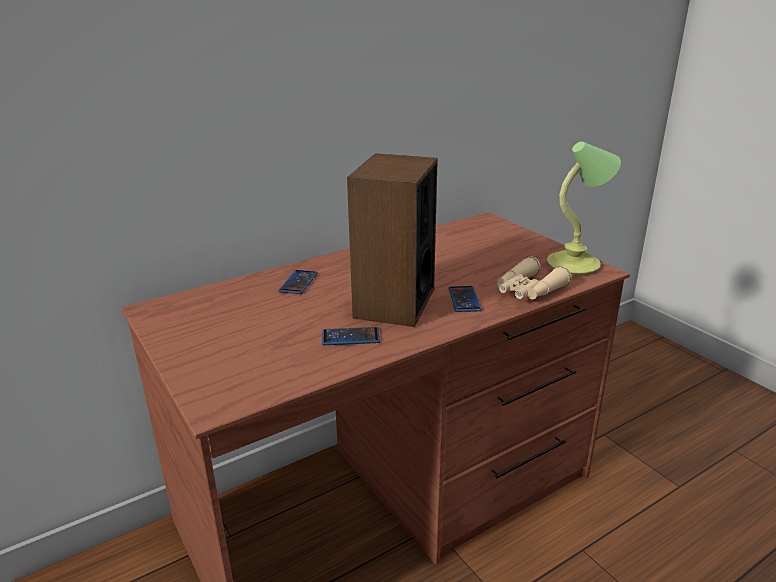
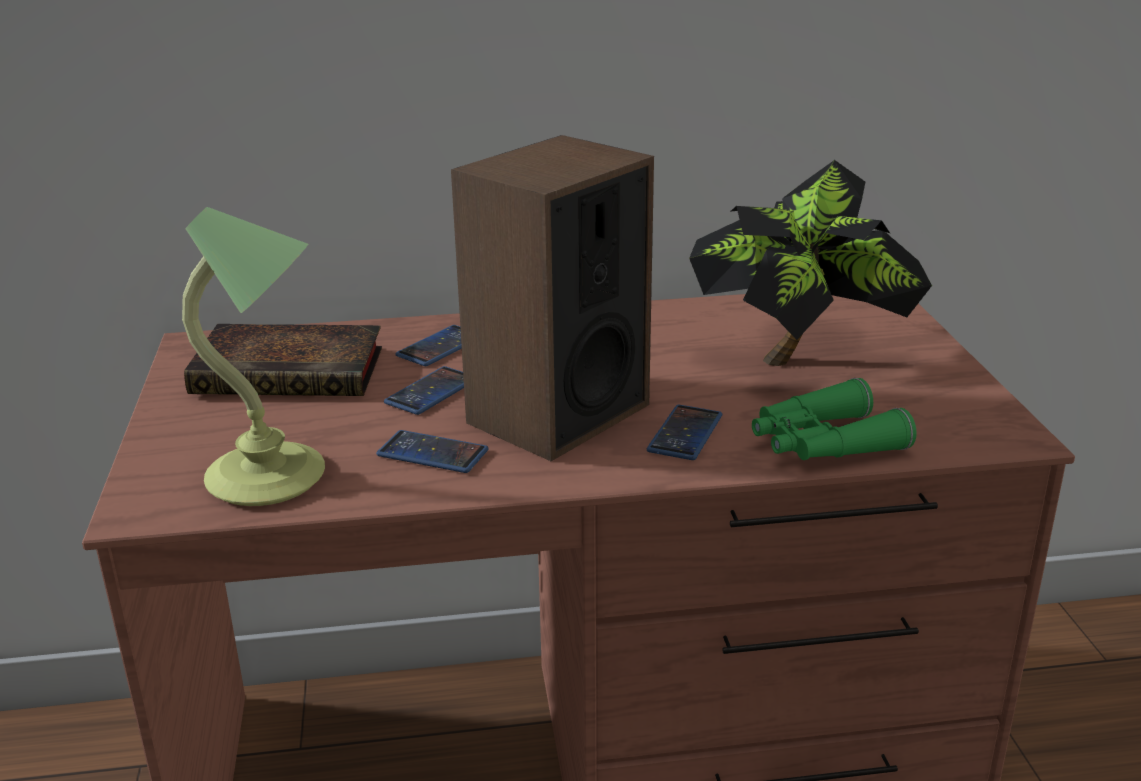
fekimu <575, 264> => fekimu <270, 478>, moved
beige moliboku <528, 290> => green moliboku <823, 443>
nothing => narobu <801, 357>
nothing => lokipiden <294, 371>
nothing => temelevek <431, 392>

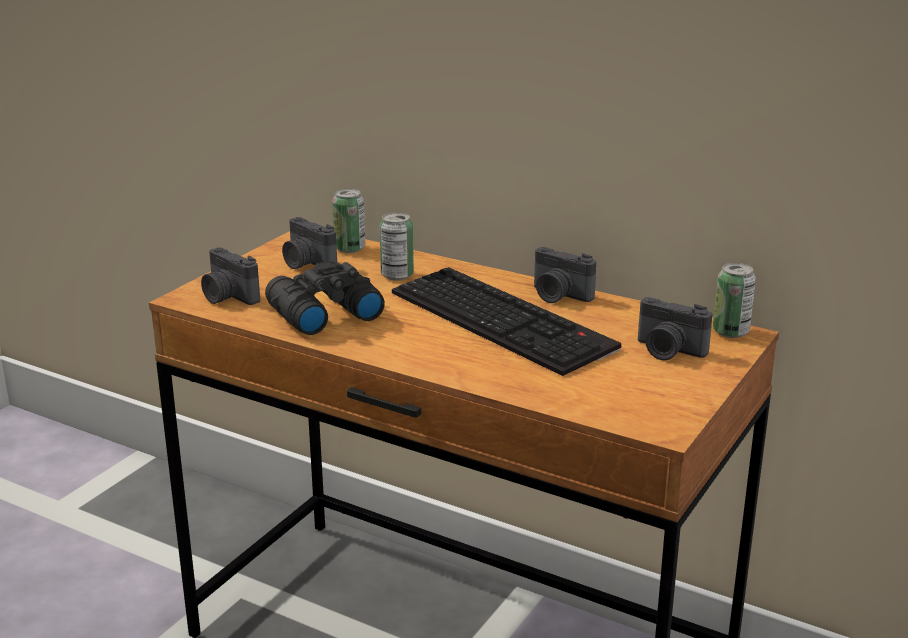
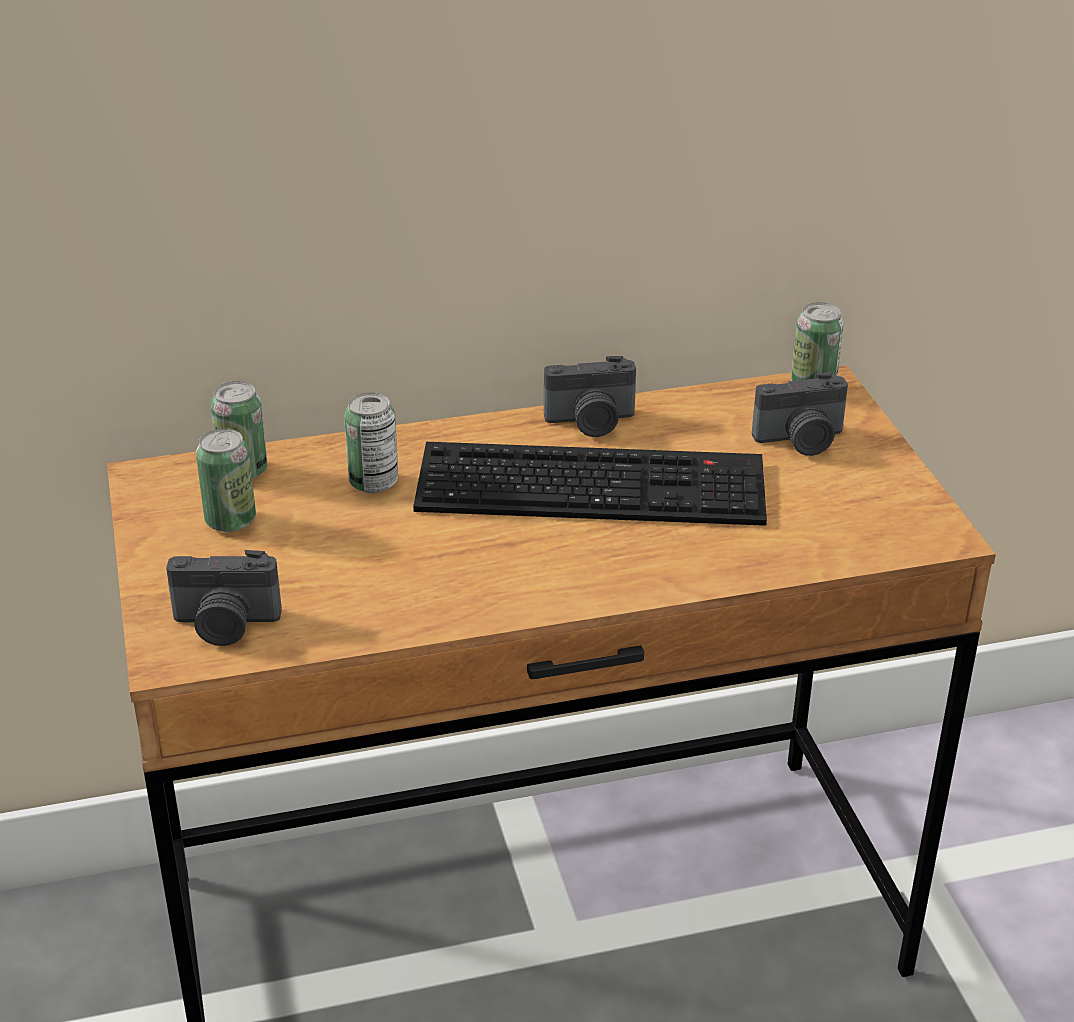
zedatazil <306, 263> => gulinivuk <230, 521>
black moliboku <321, 313> => nothing

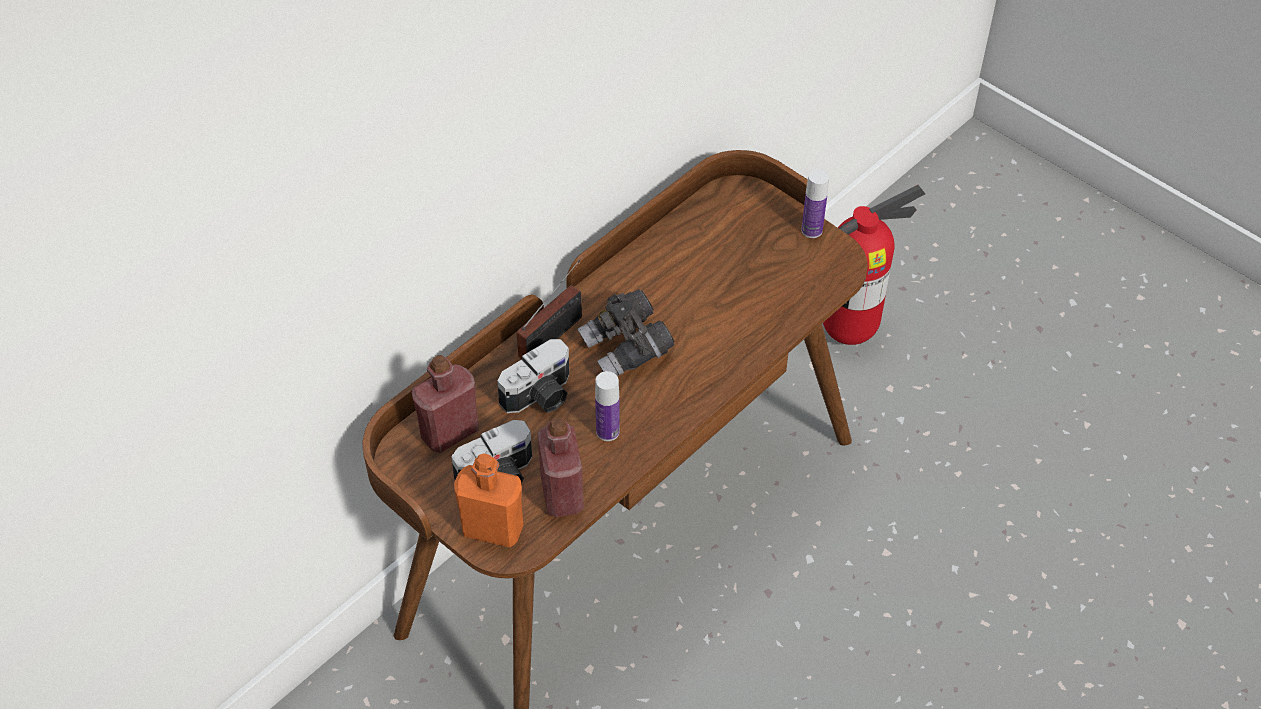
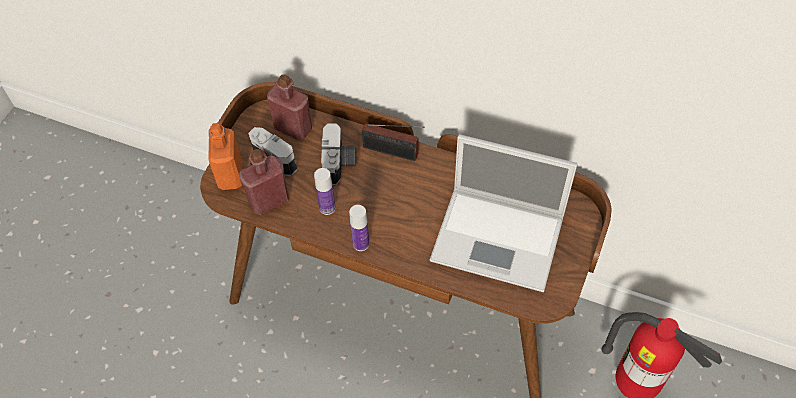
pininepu <811, 230> => pininepu <361, 244>, moved
grey moliboku <626, 349> => nothing
zedatazil <541, 397> => zedatazil <340, 163>, 120 degrees counterclockwise
nothing => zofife <500, 238>

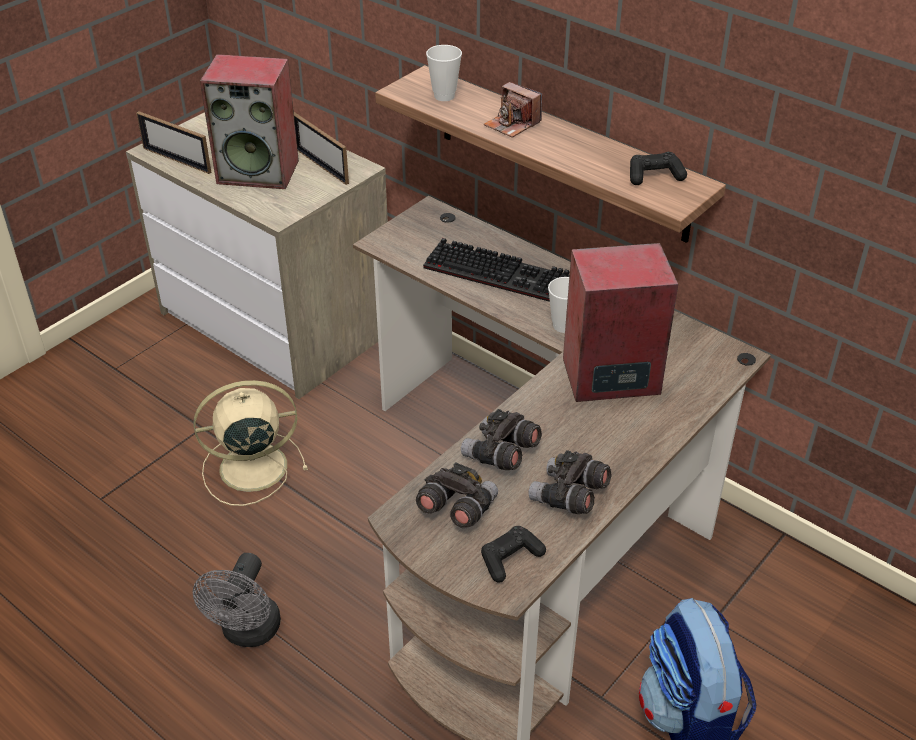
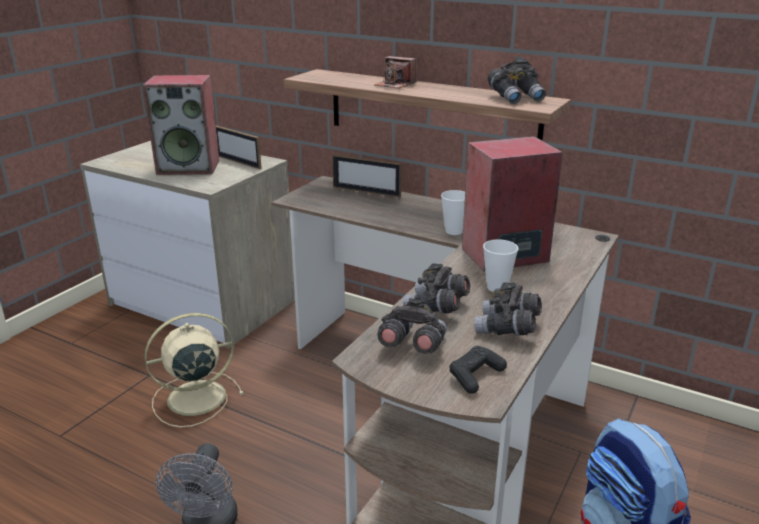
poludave <444, 96> => poludave <497, 288>, moved
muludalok <177, 160> => muludalok <366, 191>, moved
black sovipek <654, 176> => grey moliboku <516, 98>
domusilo <500, 273> => nothing

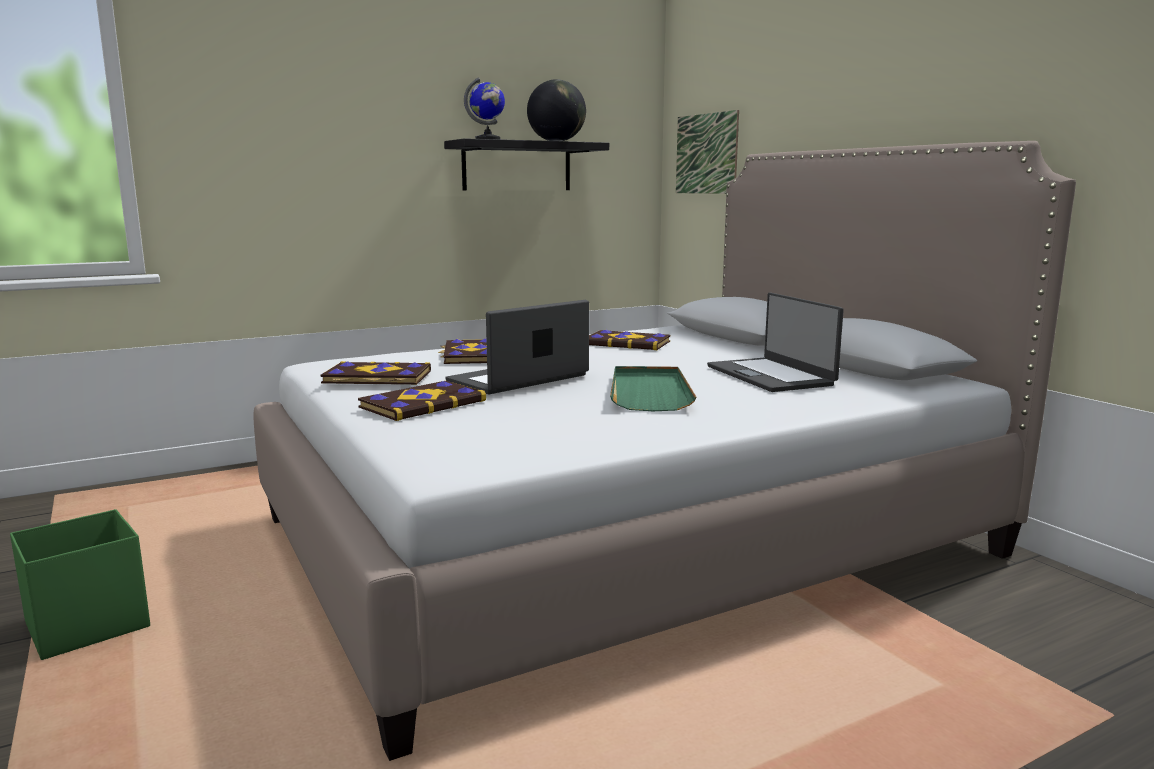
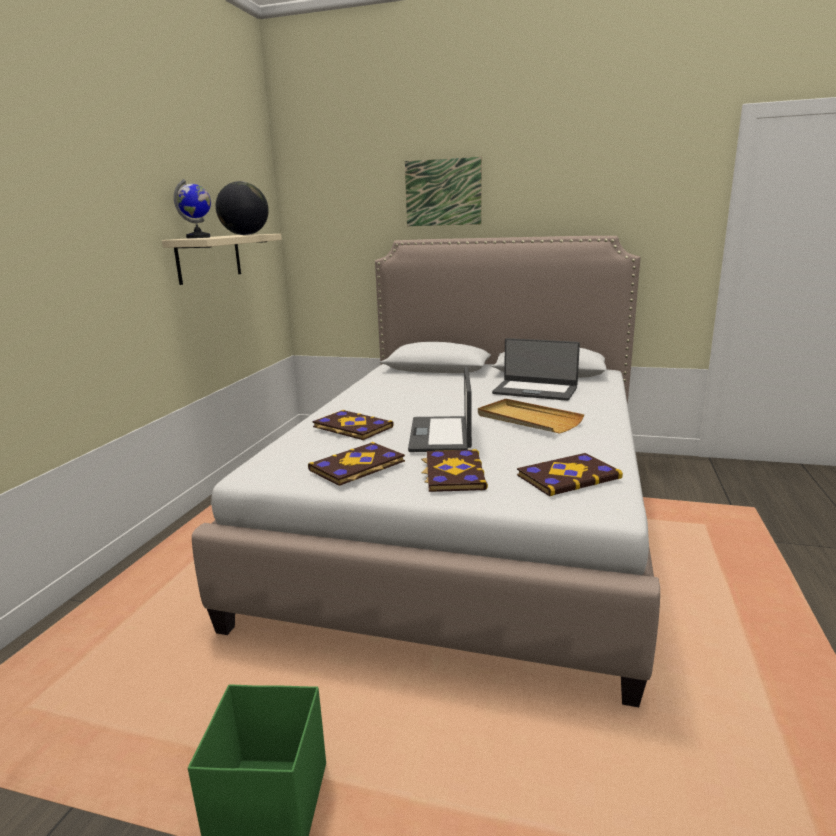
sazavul <706, 154> => sazavul <443, 192>, moved
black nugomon <517, 166> => beige nugomon <209, 258>
lokipiden <627, 343> => lokipiden <567, 476>, moved
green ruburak <649, 392> => beige ruburak <527, 419>

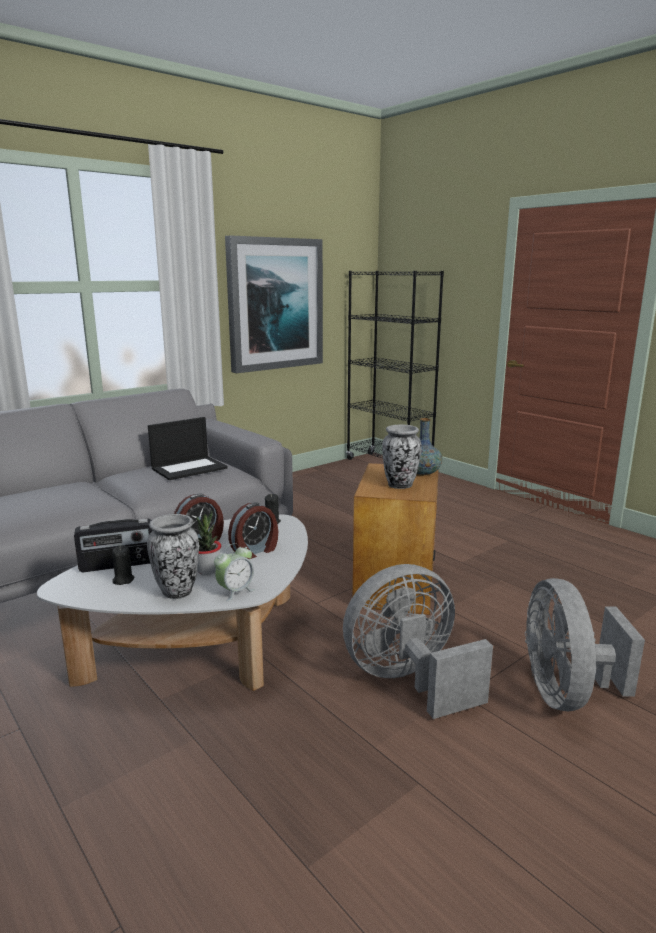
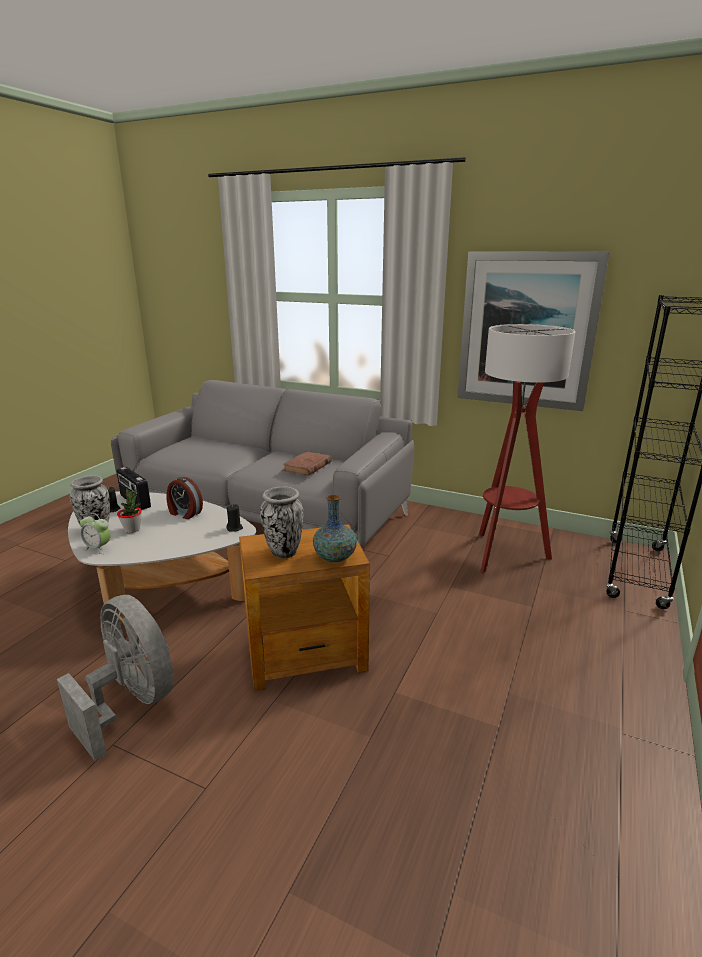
zofife <189, 468> => brown lokipiden <307, 466>
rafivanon <255, 551> => nothing
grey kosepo <565, 693> => nothing
nothing => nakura <503, 554>

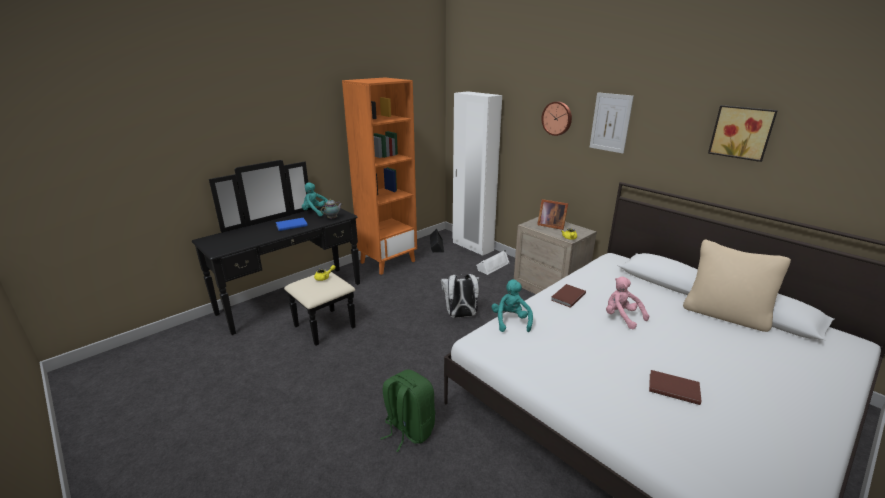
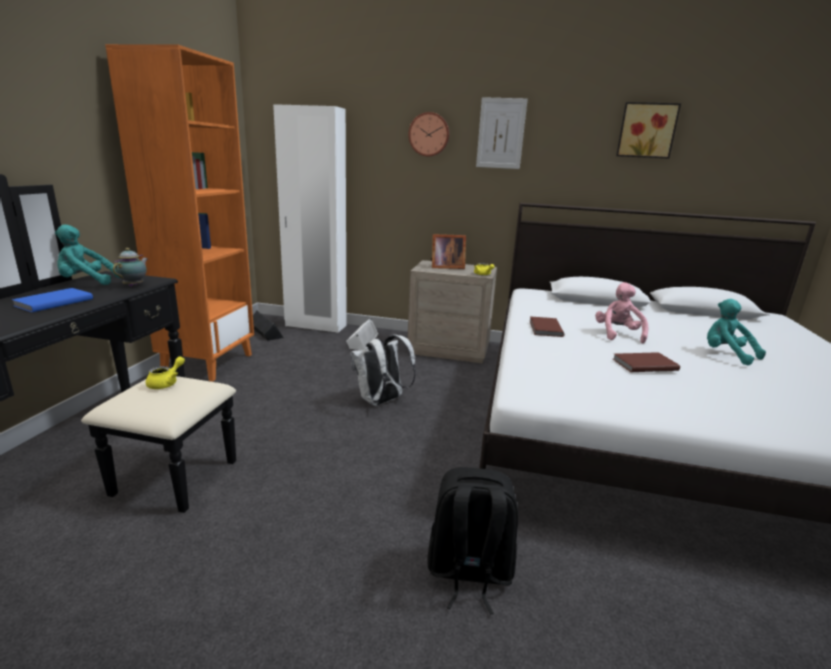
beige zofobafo <724, 315> => nothing
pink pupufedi <621, 317> => pink pupufedi <617, 334>, 75 degrees clockwise
turquoise pupufedi <511, 321> => turquoise pupufedi <726, 355>, moved
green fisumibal <408, 429> => black fisumibal <468, 573>
brown lokipiden <673, 388> => brown lokipiden <643, 364>, moved

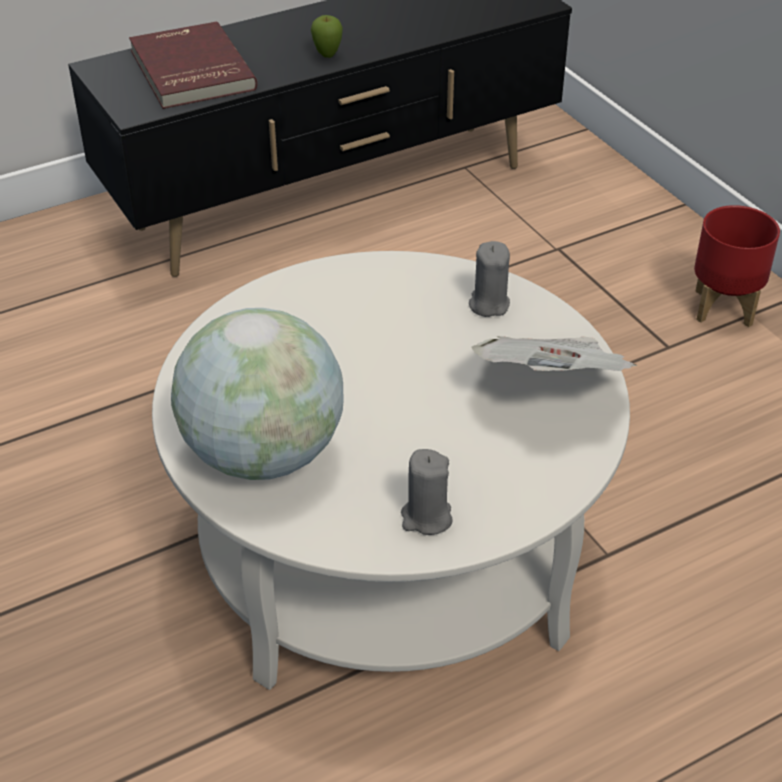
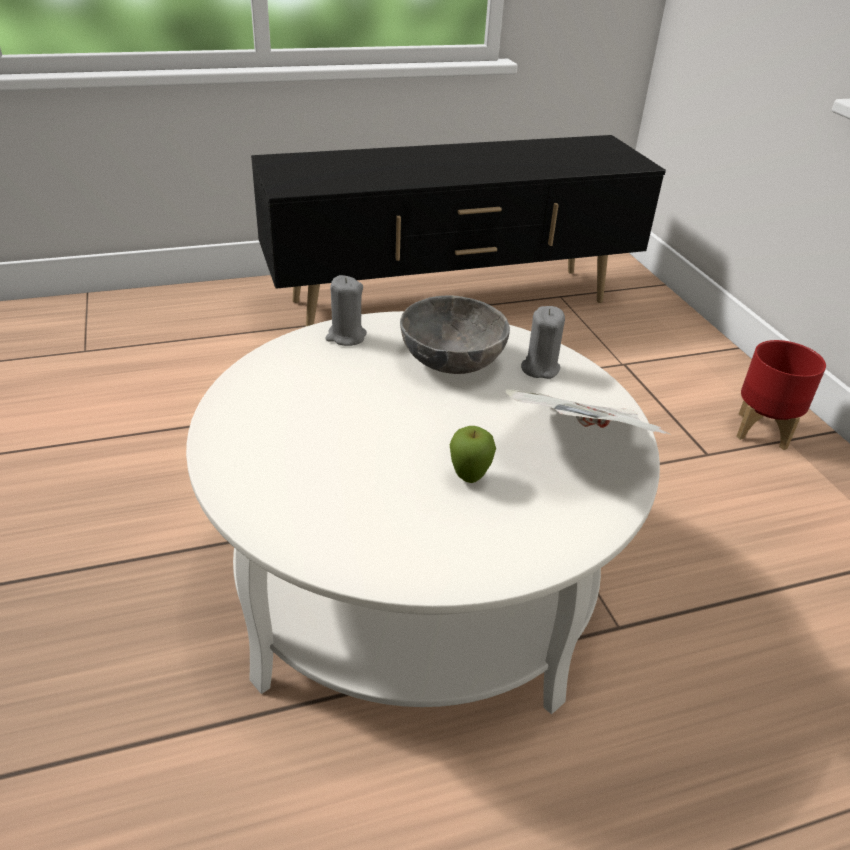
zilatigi <327, 56> => zilatigi <469, 478>, moved
red lokipiden <189, 70> => nothing
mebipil <264, 455> => nothing
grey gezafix <426, 518> => grey gezafix <346, 336>, moved
nothing => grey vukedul <451, 361>

